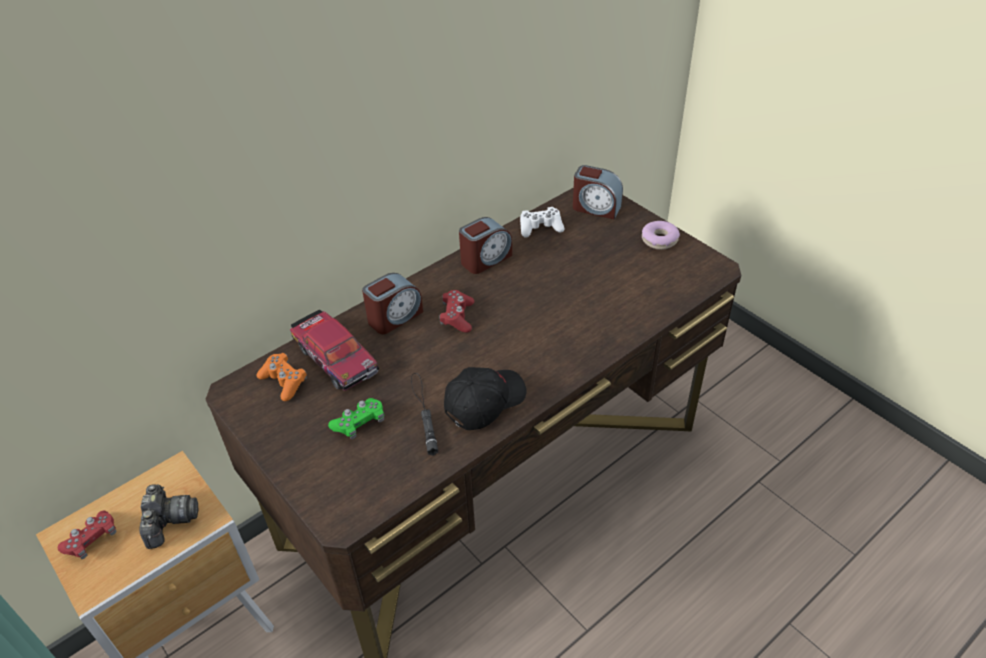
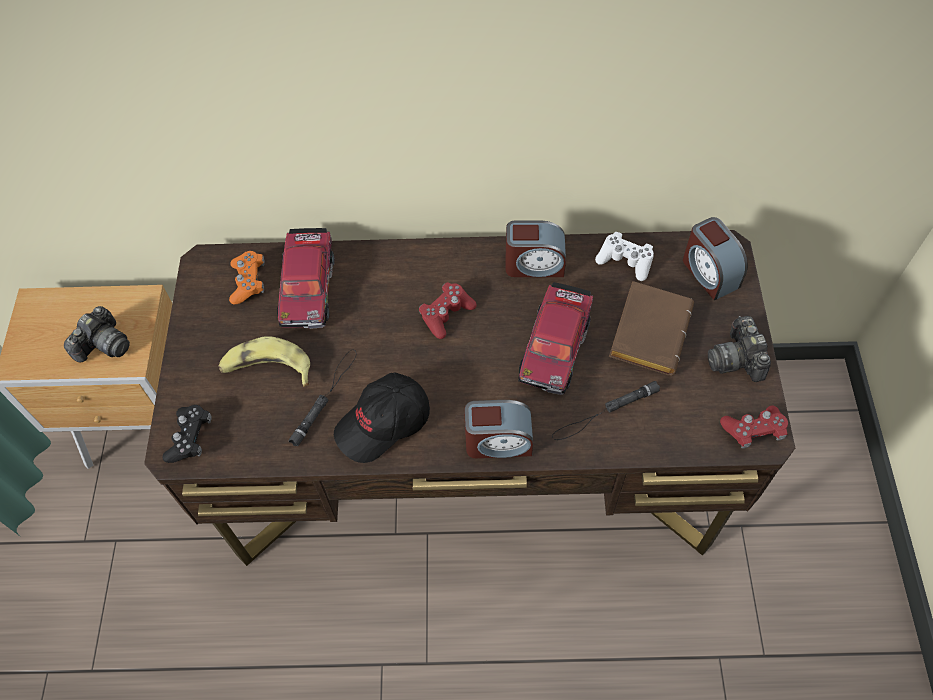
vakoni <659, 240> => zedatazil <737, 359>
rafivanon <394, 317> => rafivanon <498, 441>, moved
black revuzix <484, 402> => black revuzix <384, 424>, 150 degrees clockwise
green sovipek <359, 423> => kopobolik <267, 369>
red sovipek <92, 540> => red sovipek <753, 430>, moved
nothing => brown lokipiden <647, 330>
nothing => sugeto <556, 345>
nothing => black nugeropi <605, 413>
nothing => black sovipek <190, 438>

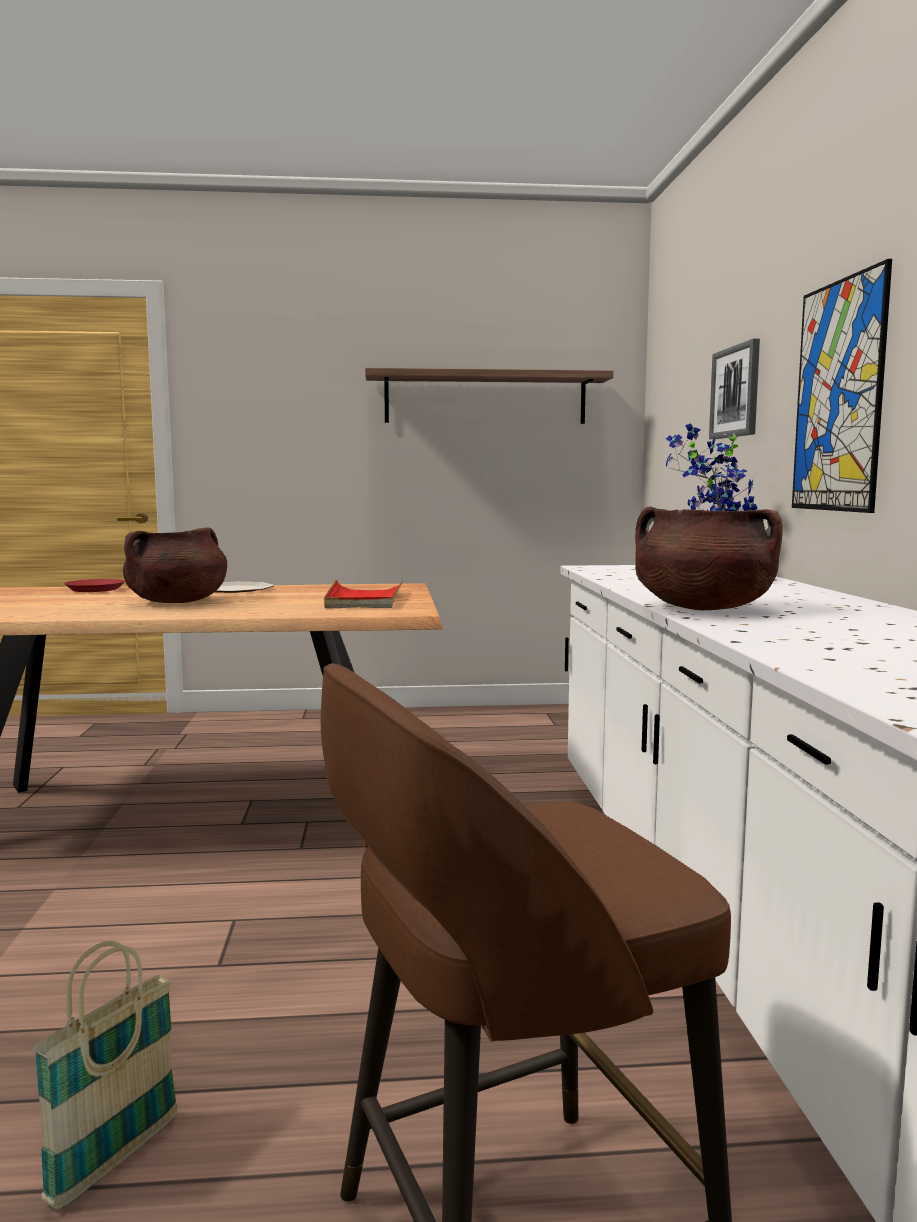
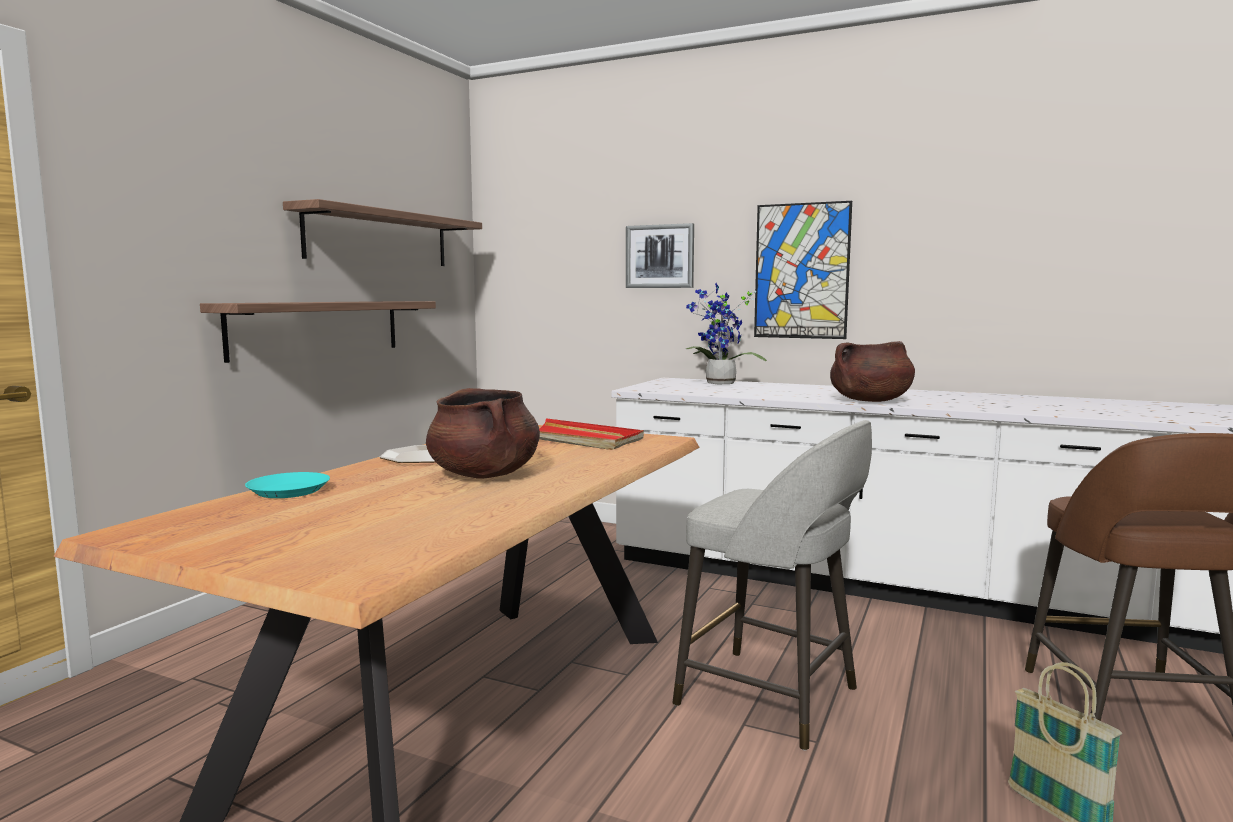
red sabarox <96, 589> => turquoise sabarox <289, 491>
nothing => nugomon <318, 328>
nothing => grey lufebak <772, 698>

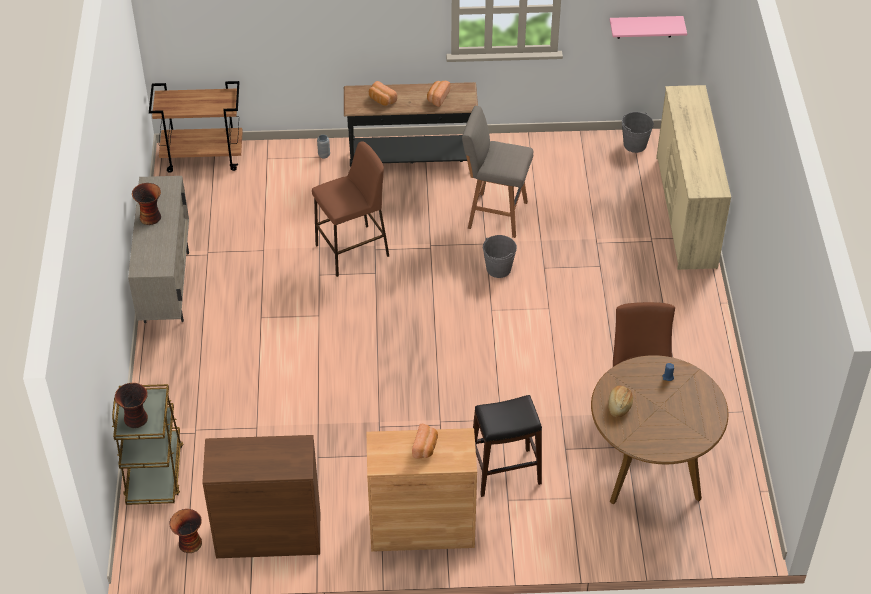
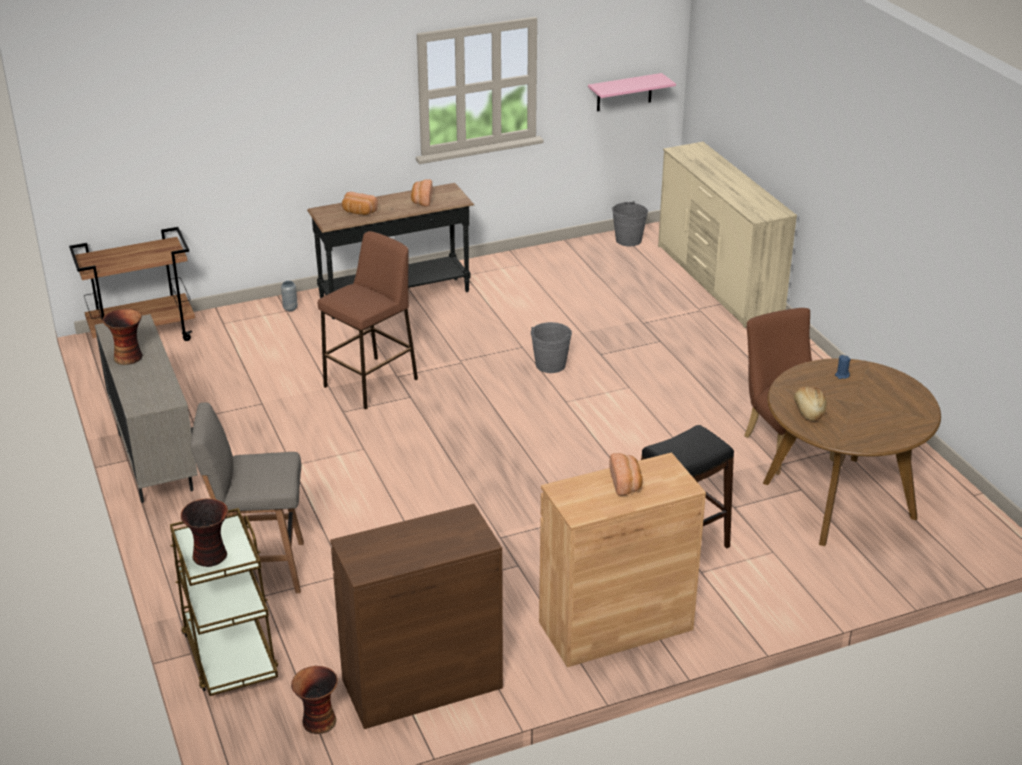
grey lufebak <495, 214> => grey lufebak <261, 569>, moved

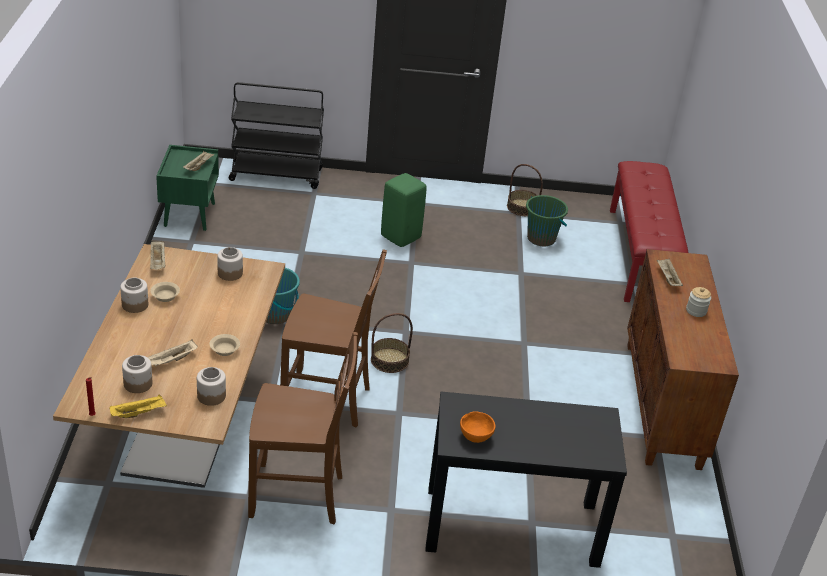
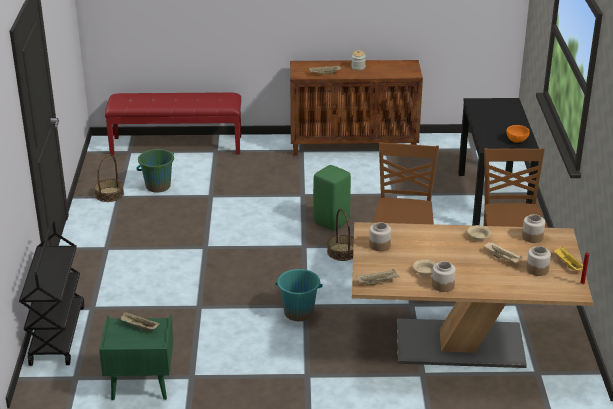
green lufebak <400, 238> => green lufebak <332, 222>, moved

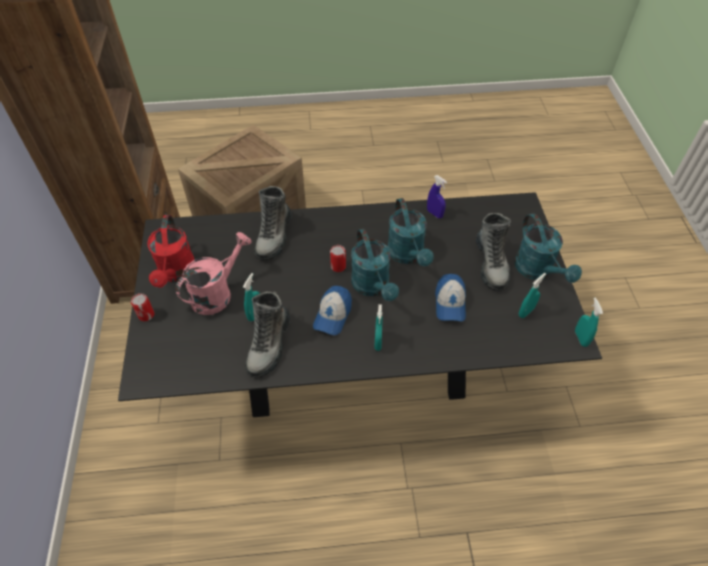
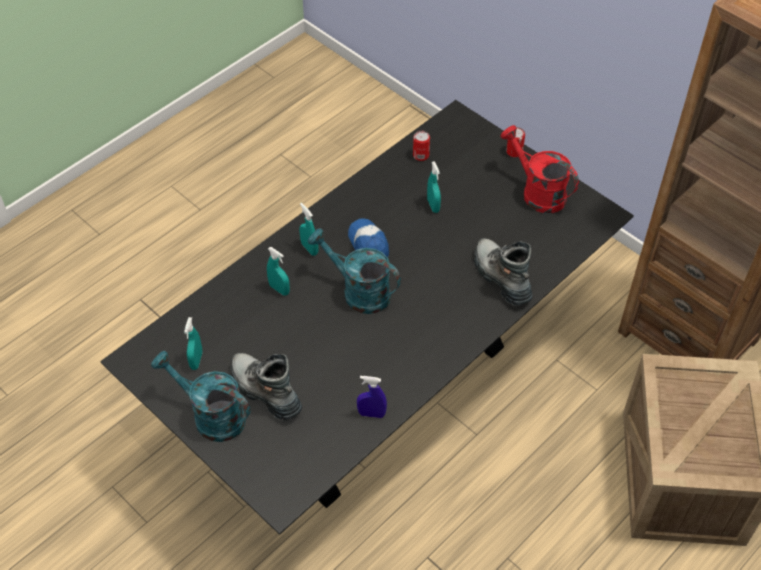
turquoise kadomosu <408, 255> => nothing
pink kadomosu <217, 293> => nothing
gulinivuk <338, 266> => gulinivuk <421, 155>, moved
revuzix <450, 303> => nothing
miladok <269, 345> => nothing
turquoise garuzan <580, 338> => turquoise garuzan <279, 289>, moved

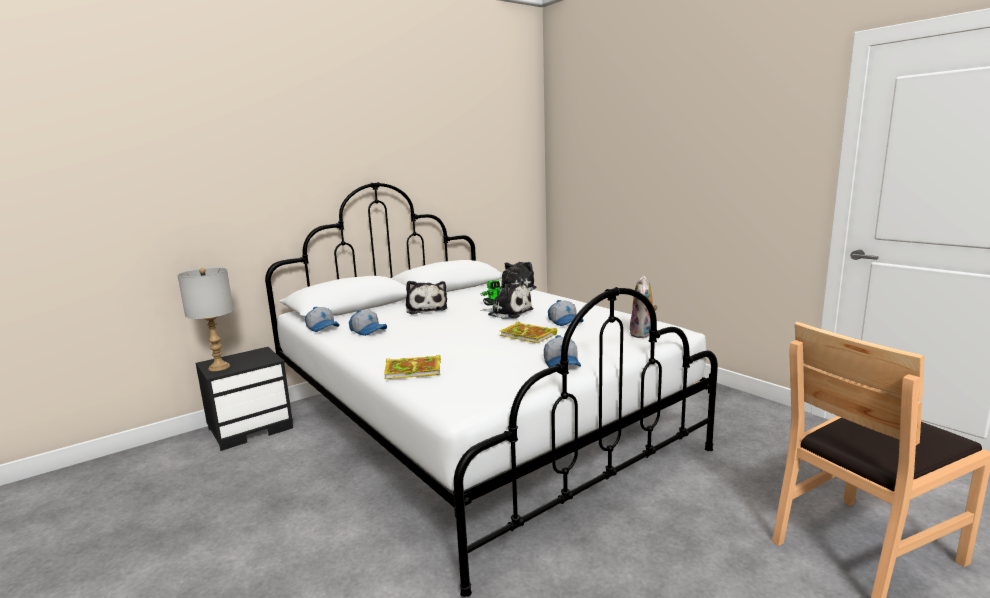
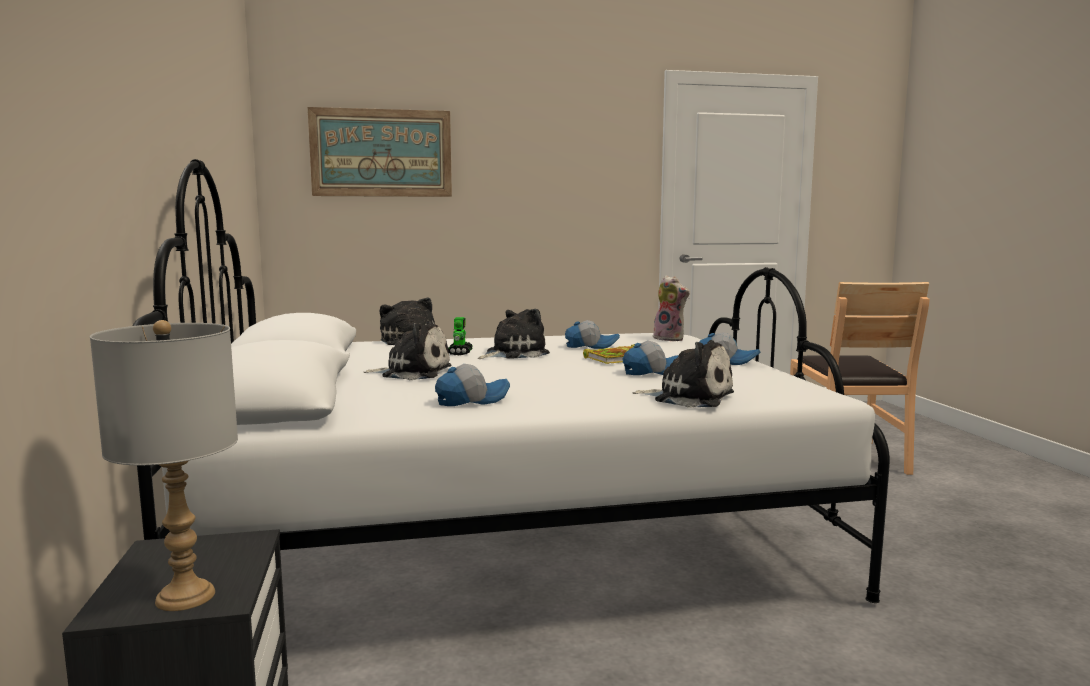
revuzix <323, 327> => revuzix <652, 372>, moved
lokipiden <414, 370> => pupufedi <689, 397>
nothing => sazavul <381, 153>

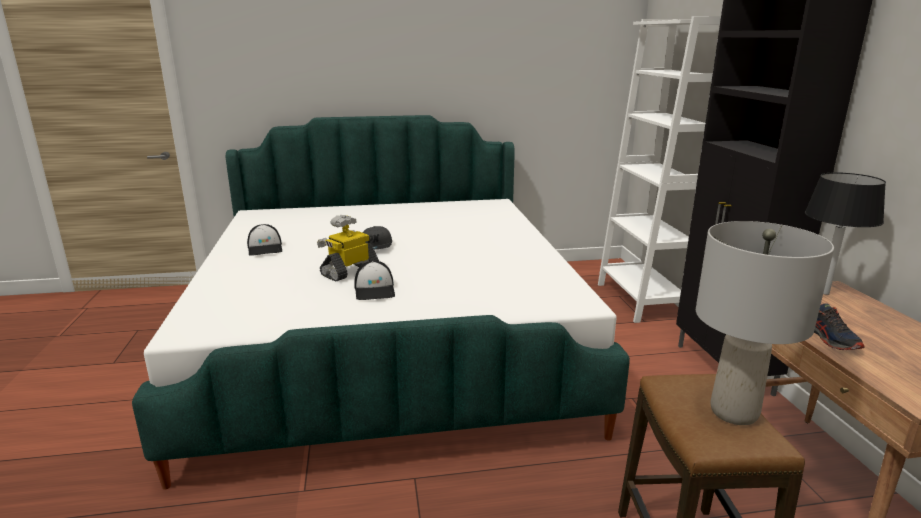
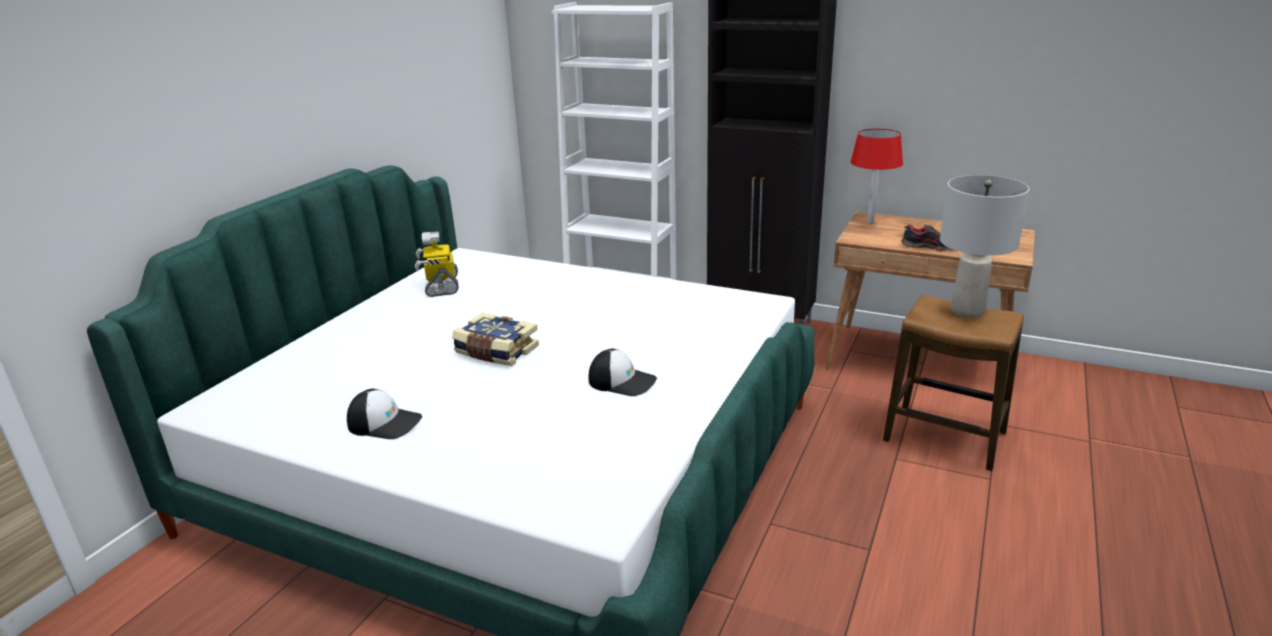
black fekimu <824, 293> => red fekimu <870, 222>
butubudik <349, 271> => butubudik <441, 286>, moved
grey revuzix <376, 247> => lokipiden <496, 352>

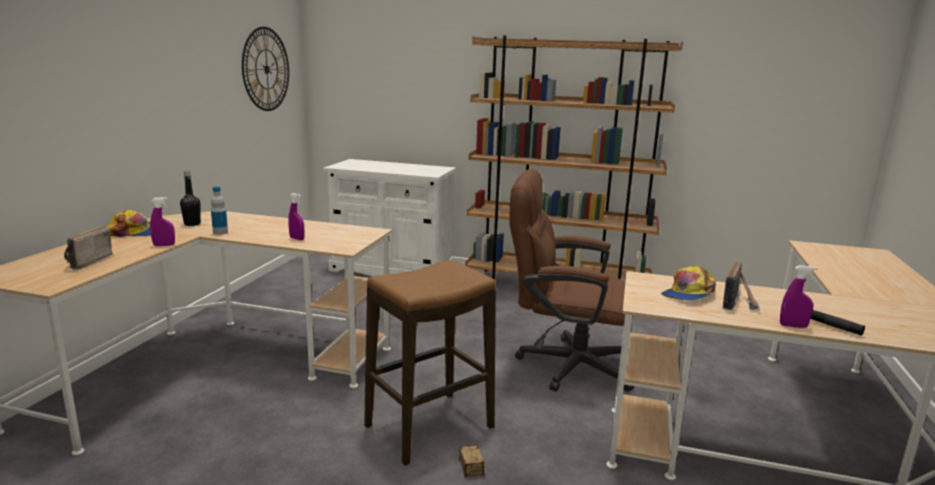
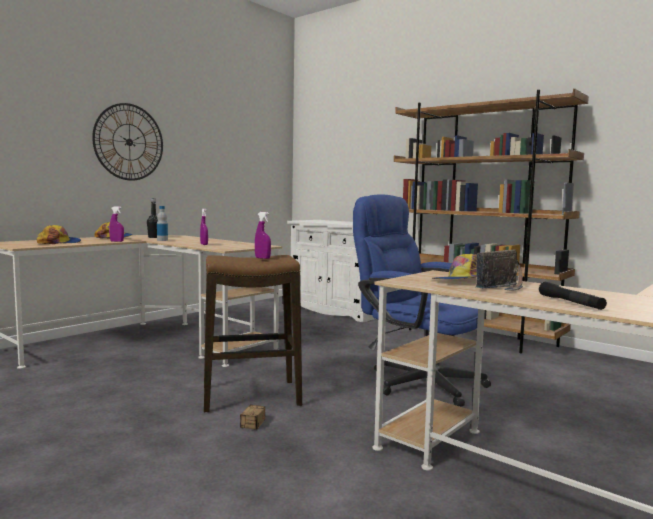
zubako <266, 69> => zubako <129, 142>, moved
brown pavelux <564, 364> => blue pavelux <416, 381>
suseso <84, 262> => revuzix <59, 242>
purple garuzan <793, 326> => purple garuzan <262, 258>, moved

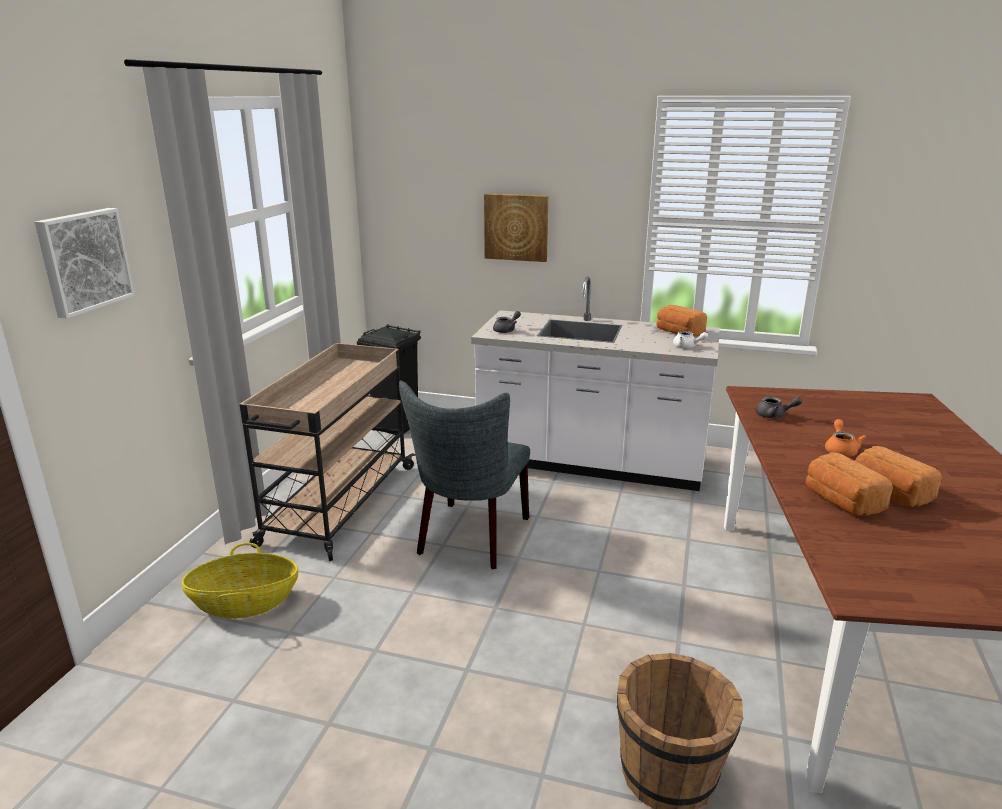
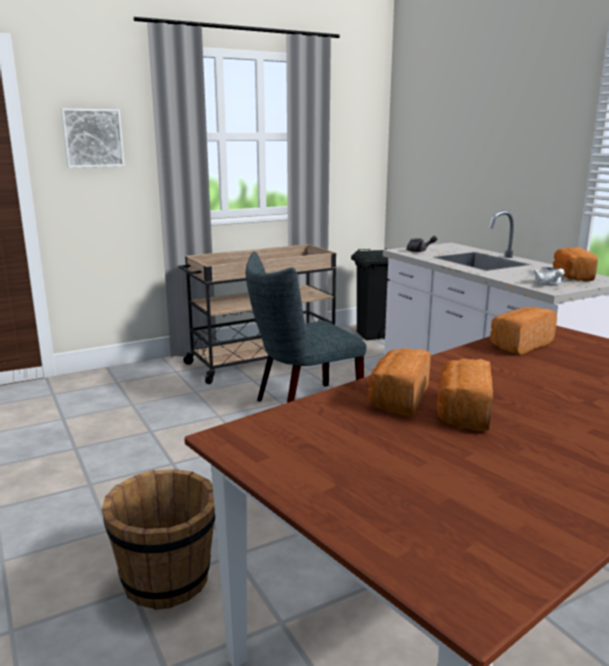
sazavul <516, 227> => nothing
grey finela <774, 415> => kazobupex <519, 345>
orange finela <840, 450> => nothing
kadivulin <245, 603> => nothing

